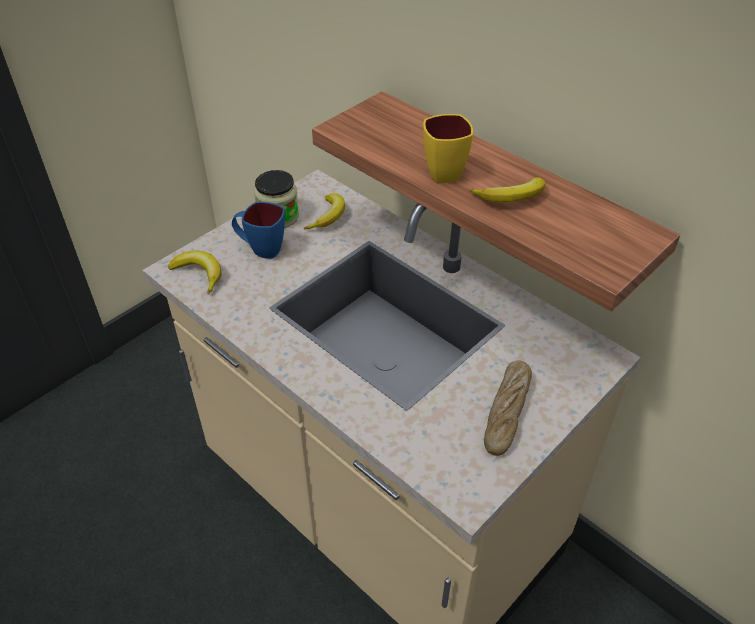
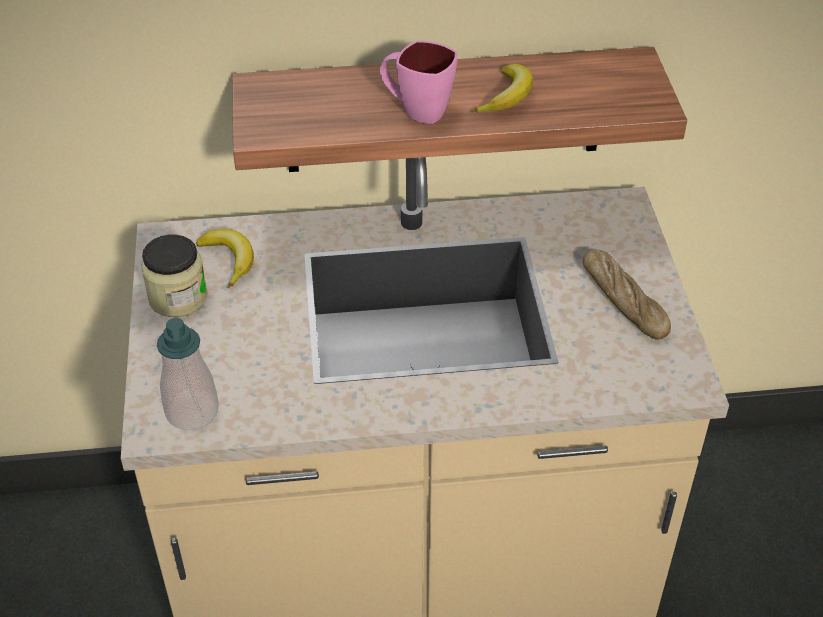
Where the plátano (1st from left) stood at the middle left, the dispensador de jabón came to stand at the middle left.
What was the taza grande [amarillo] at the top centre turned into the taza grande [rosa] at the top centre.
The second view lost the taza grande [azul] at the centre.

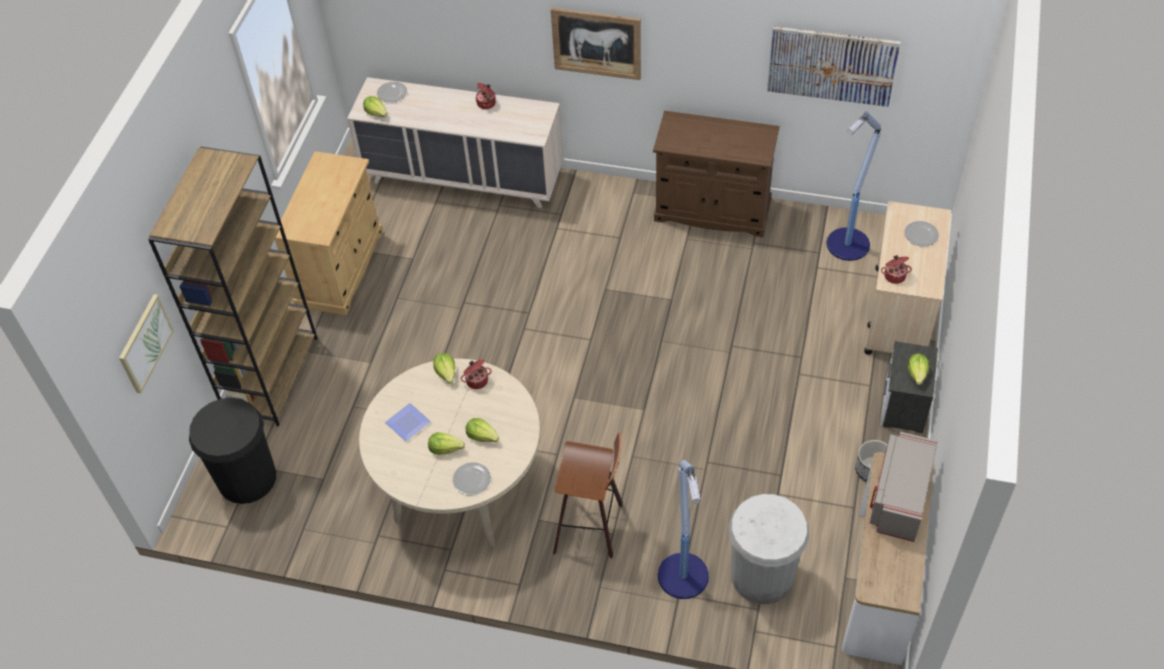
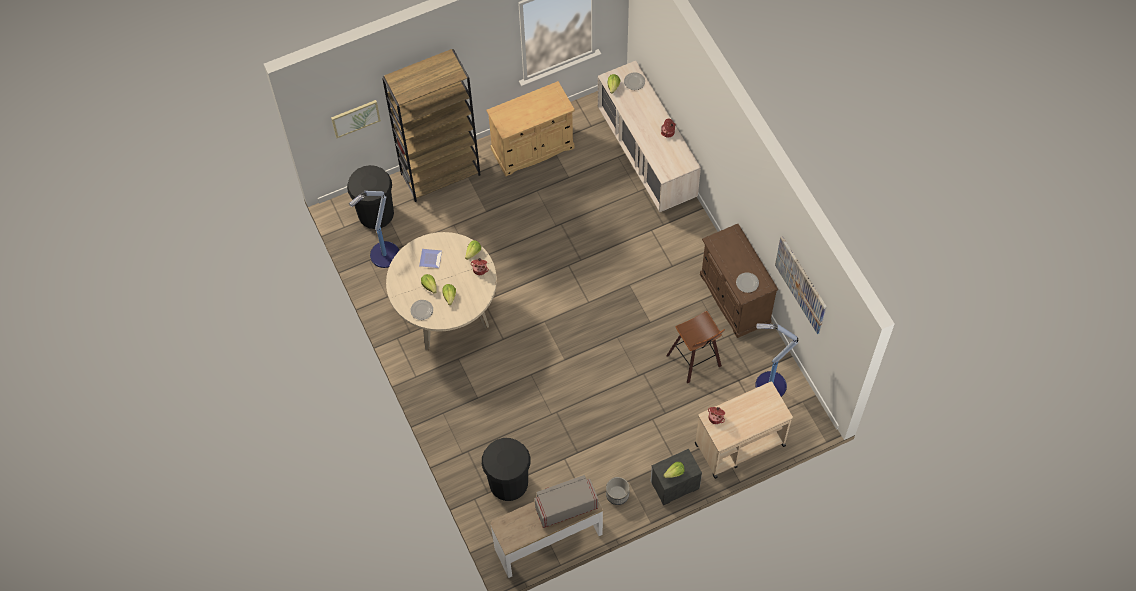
The lámpara de pie (1st from left) ended up elsewhere, having gone from the bottom centre to the middle left.
What was the papelera [blanco] at the bottom centre turned into the papelera [negro] (2nd from left) at the bottom centre.
The taburete ended up elsewhere, having gone from the bottom centre to the centre.
The plato (4th from left) ended up elsewhere, having gone from the middle right to the centre.
The second view lost the cuadro (2nd from left) at the top centre.

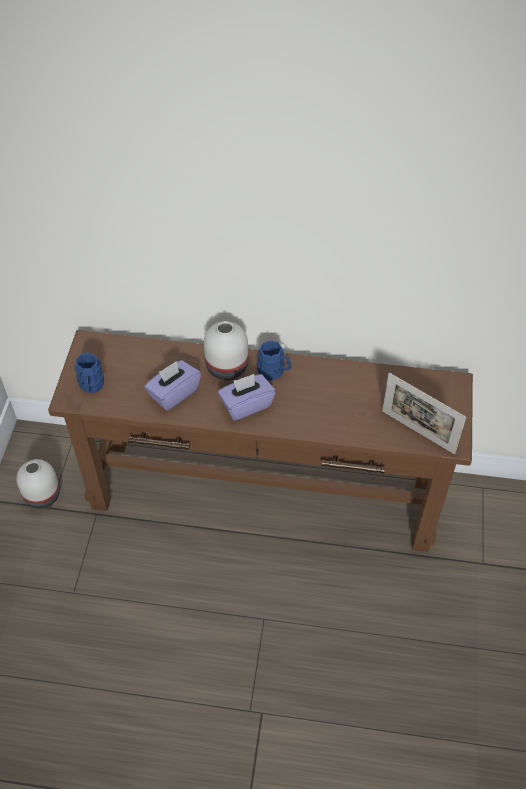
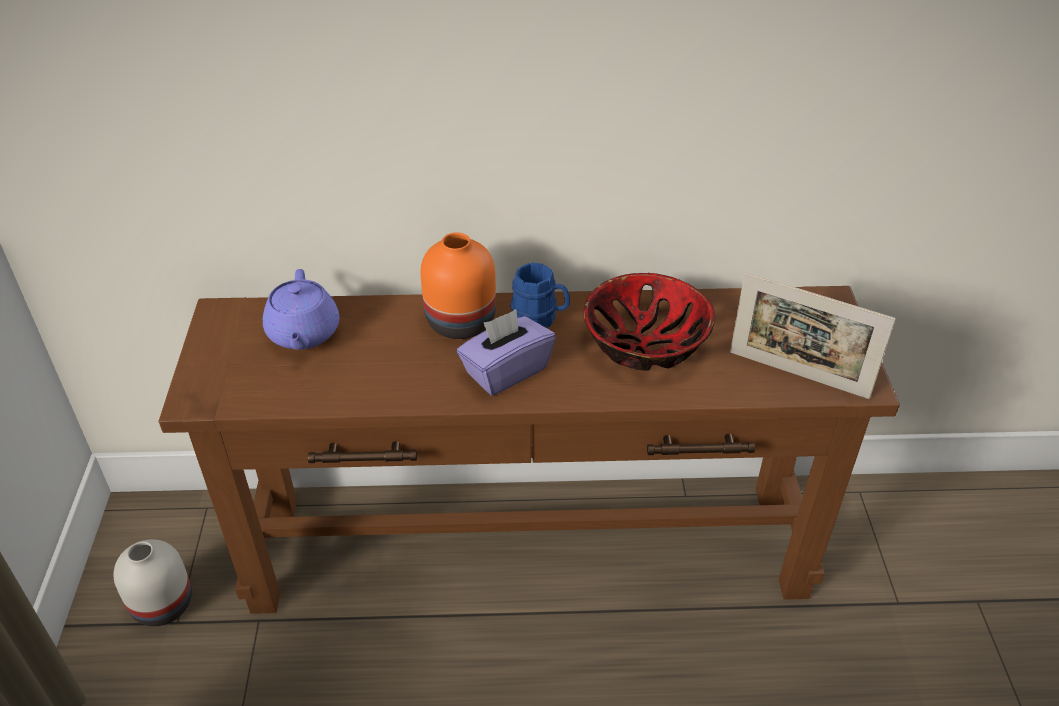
The second view gained the tetera [morado] at the middle left.
What was the florero [blanco] (2nd from left) at the centre turned into the florero [naranja] at the centre.
The second view gained the cuenco at the centre.
The second view lost the taza grande [azul] (1st from left) at the middle left.
The second view lost the caja de pañuelos [morado] (1st from left) at the middle left.

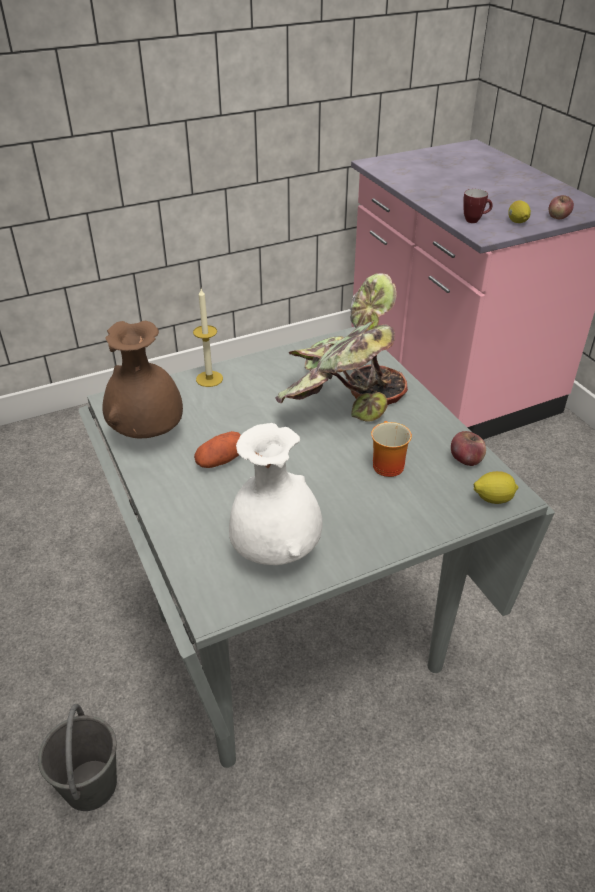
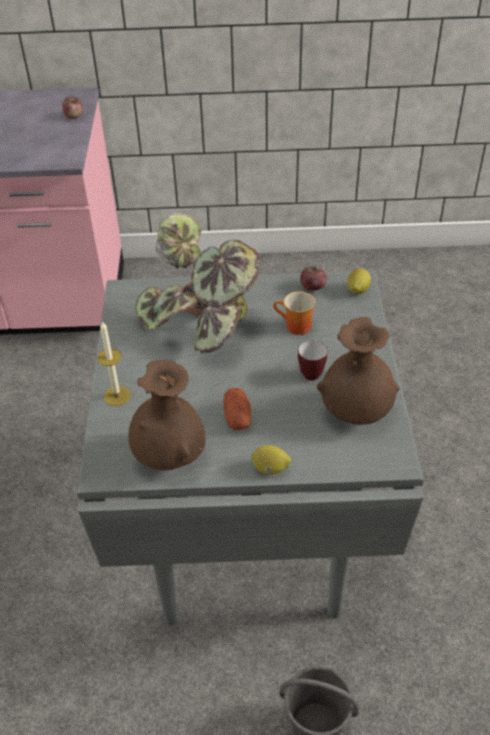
The limón (2nd from left in the first image) ended up elsewhere, having gone from the top right to the centre.
The taza grande (2nd from left) ended up elsewhere, having gone from the top right to the centre.
What was the florero [blanco] at the centre turned into the florero [marrón] (2nd from left) at the middle right.

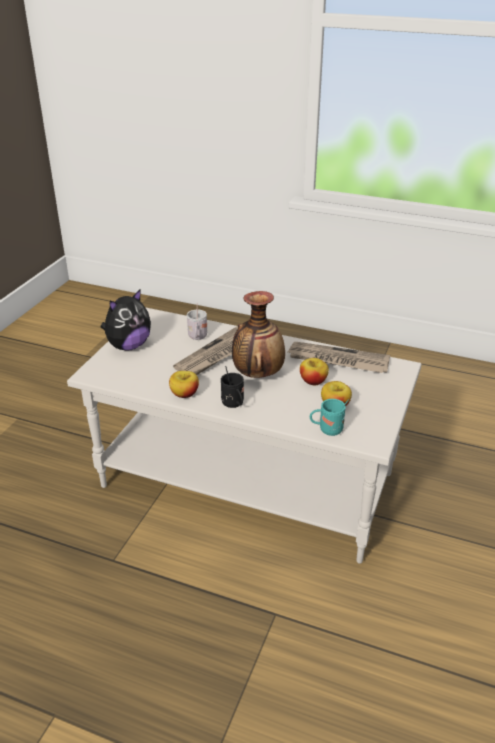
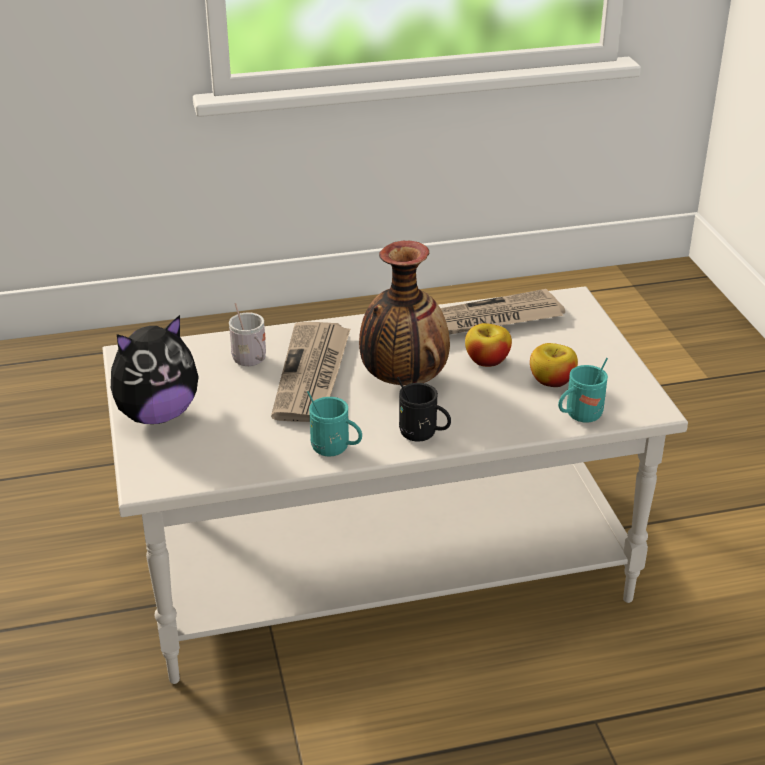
The peluche at the middle left ended up facing another way, 45 degrees clockwise from before.
Where the manzana (1st from left) stood at the centre, the taza grande [turquesa] (1st from left) came to stand at the centre.

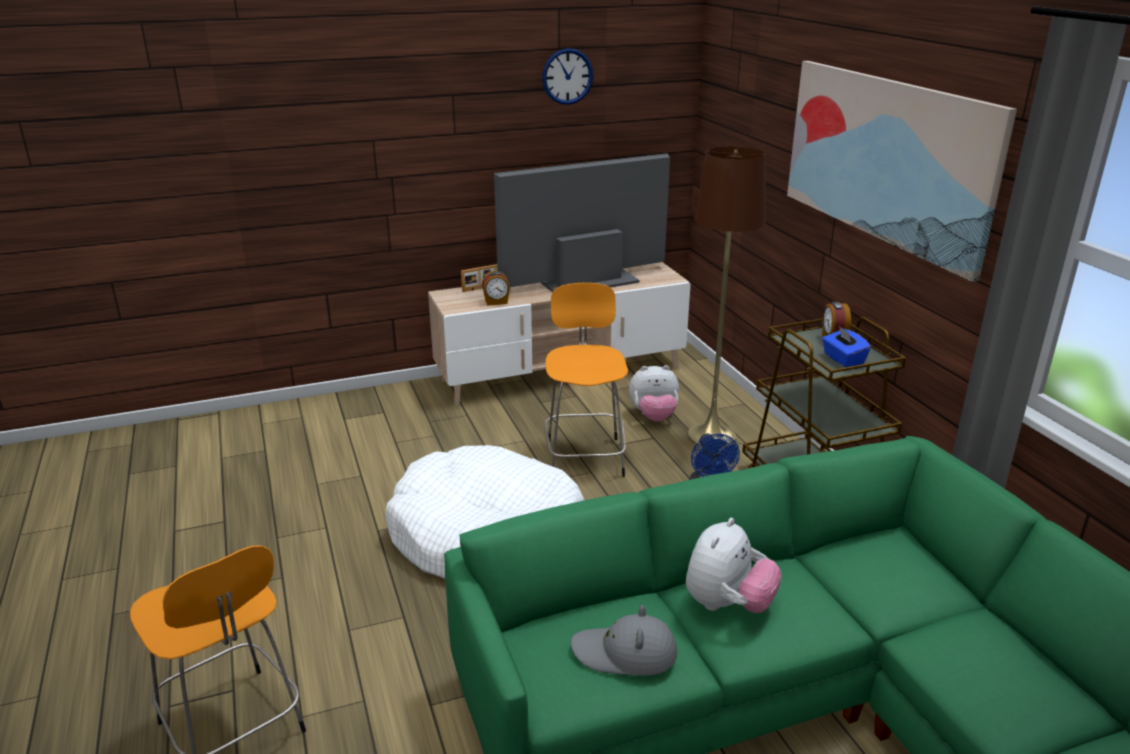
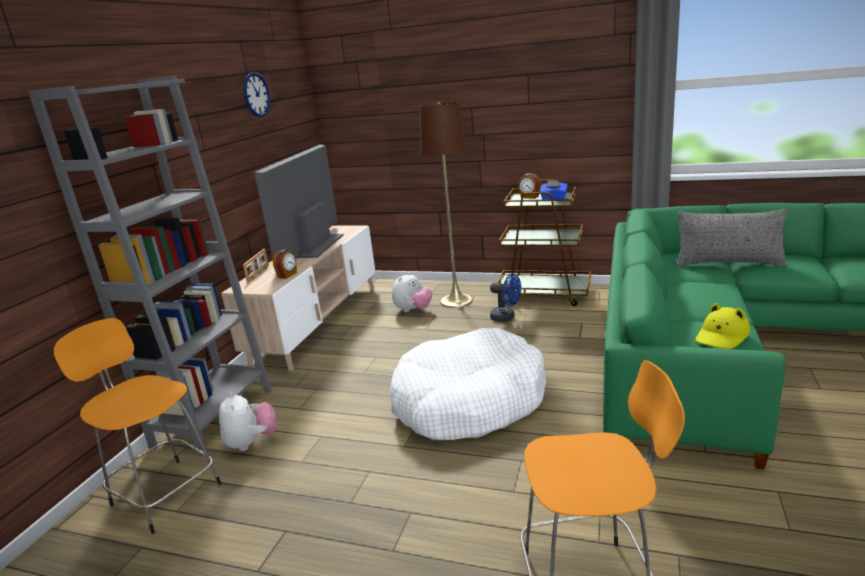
The second view gained the estantería [gris] at the middle left.
The taburete [naranja] (2nd from left in the first image) ended up elsewhere, having gone from the centre to the bottom left.
The peluche (2nd from left in the first image) ended up elsewhere, having gone from the bottom centre to the bottom left.
The second view gained the cojín [gris] at the middle right.
What was the sombrero [gris] at the bottom centre turned into the sombrero [amarillo] at the middle right.
The second view lost the cuadro at the top right.

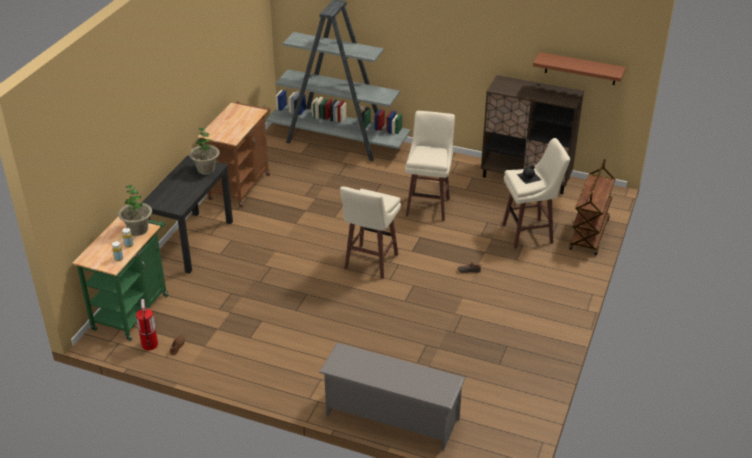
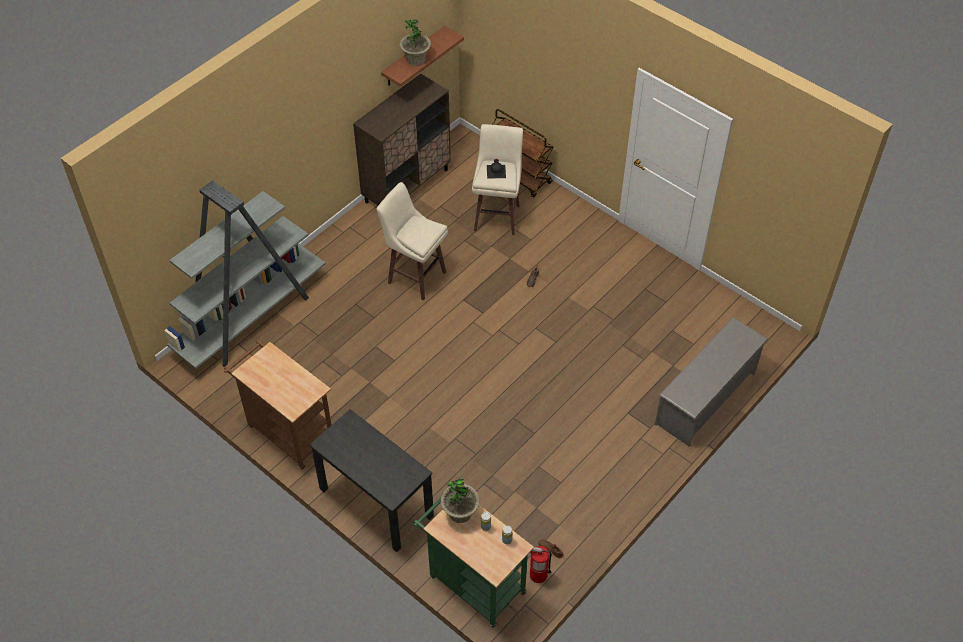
The planta en maceta (2nd from left in the first image) ended up elsewhere, having gone from the top left to the top centre.
The second view lost the taburete [beis] (1st from left) at the centre.

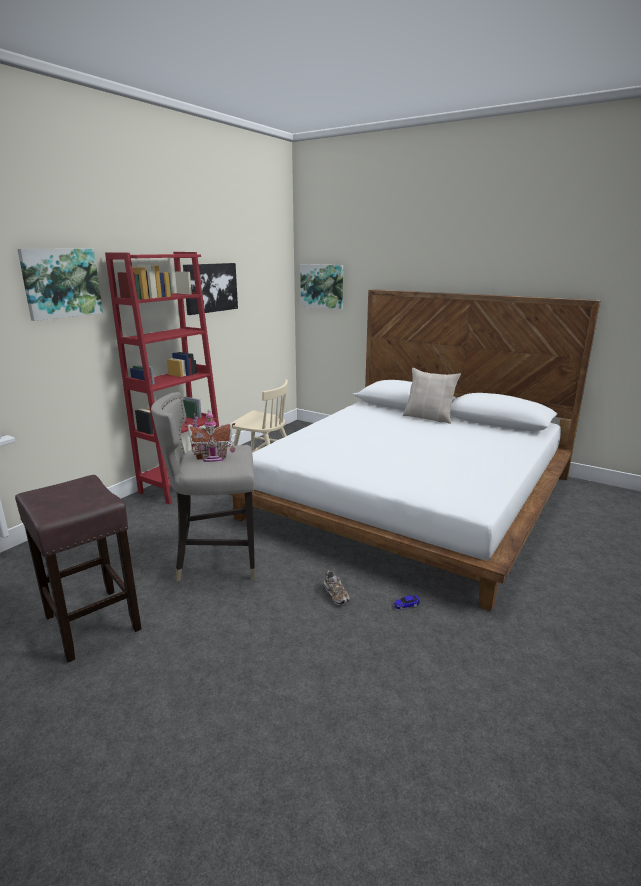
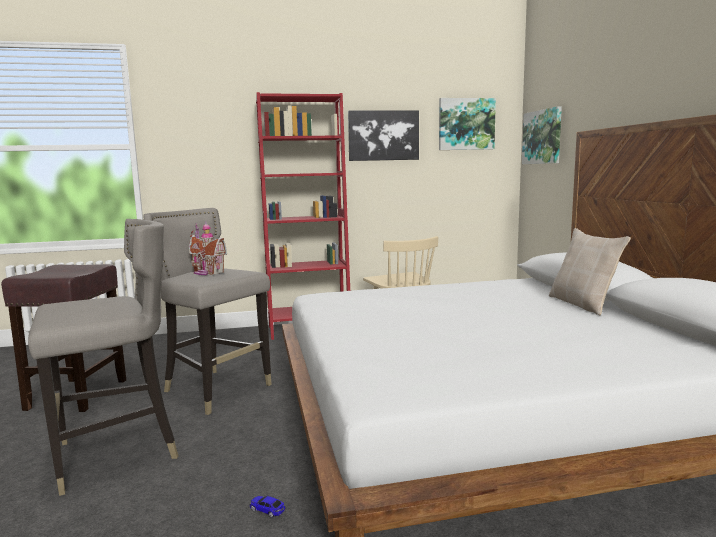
The second view gained the taburete [gris] (1st from left) at the middle left.
The cuadro (1st from left in the first image) ended up elsewhere, having gone from the top left to the top centre.
The second view lost the zapato at the centre.

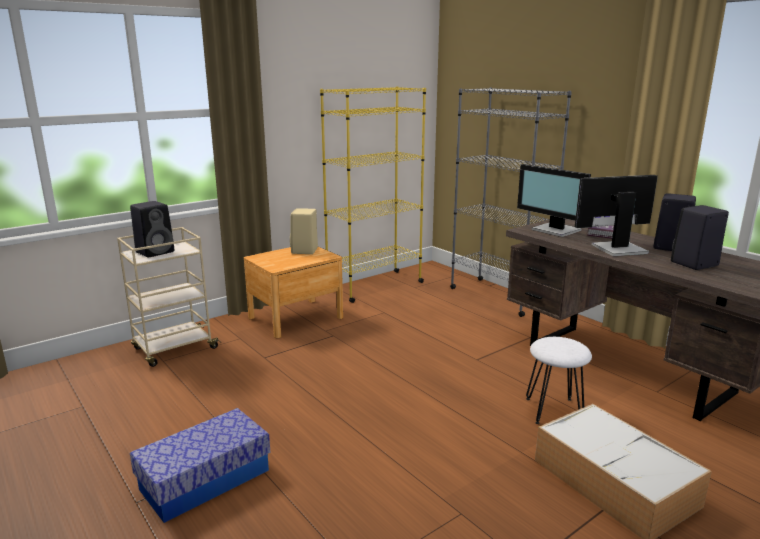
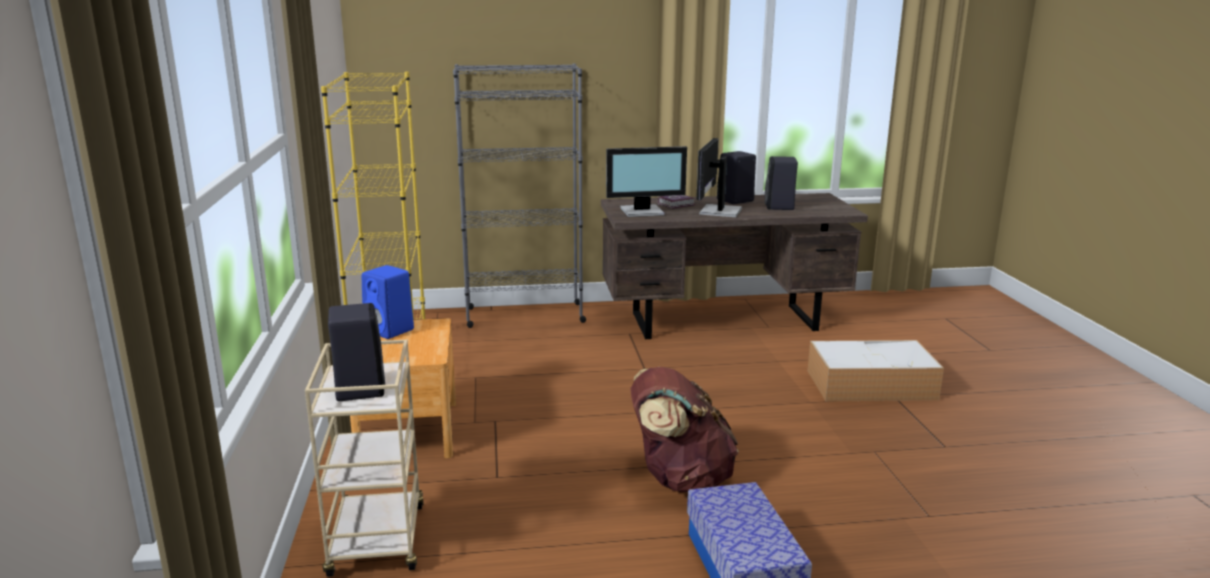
What was the altavoz [beis] at the centre turned into the altavoz [azul] at the middle left.
The second view gained the mochila [marrón] at the bottom centre.
The second view lost the taburete [blanco] at the bottom right.

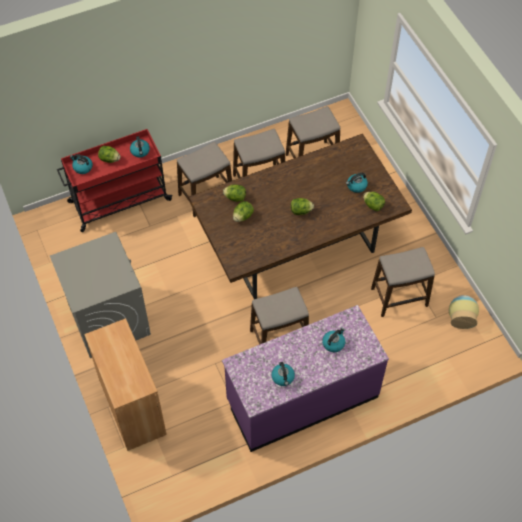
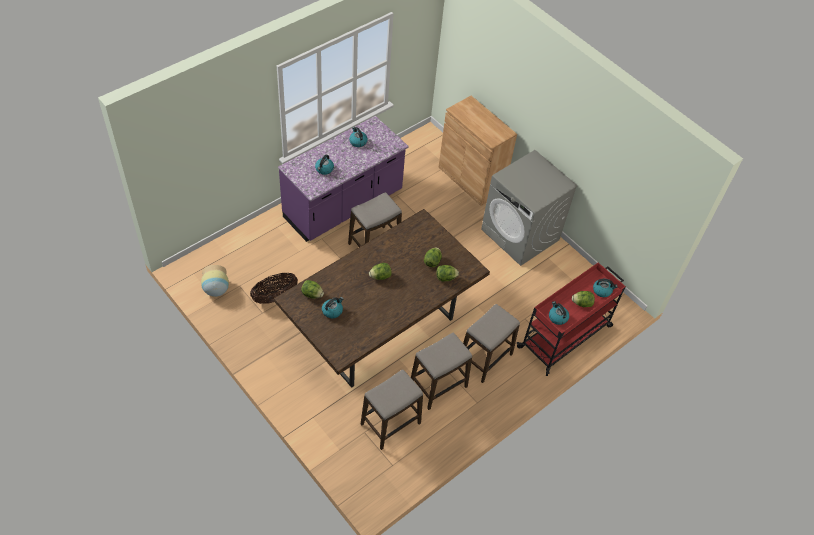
Where the taburete (5th from left) stood at the middle right, the cesta came to stand at the centre.

